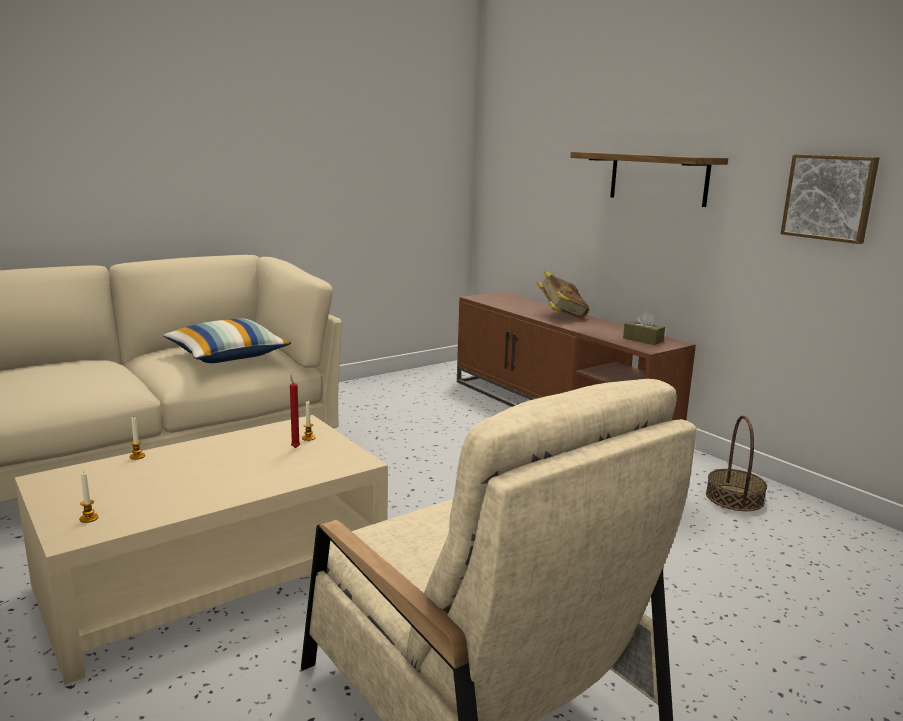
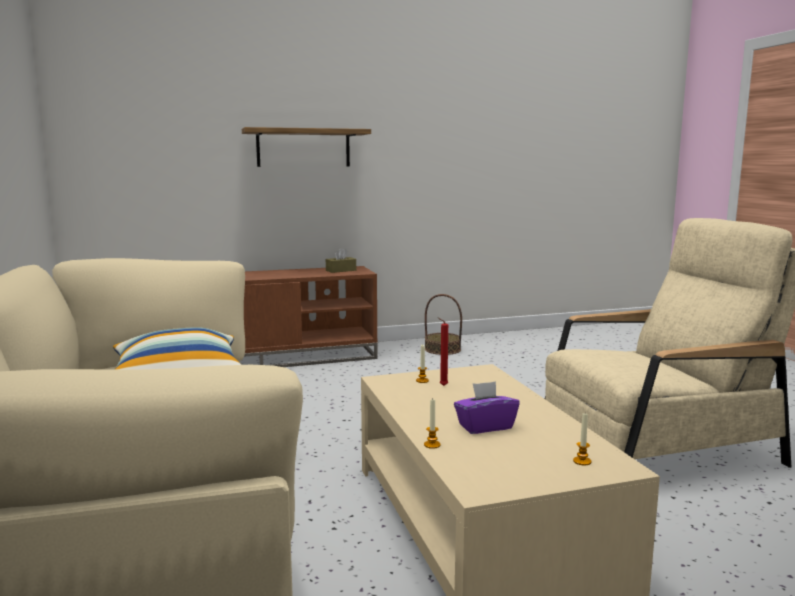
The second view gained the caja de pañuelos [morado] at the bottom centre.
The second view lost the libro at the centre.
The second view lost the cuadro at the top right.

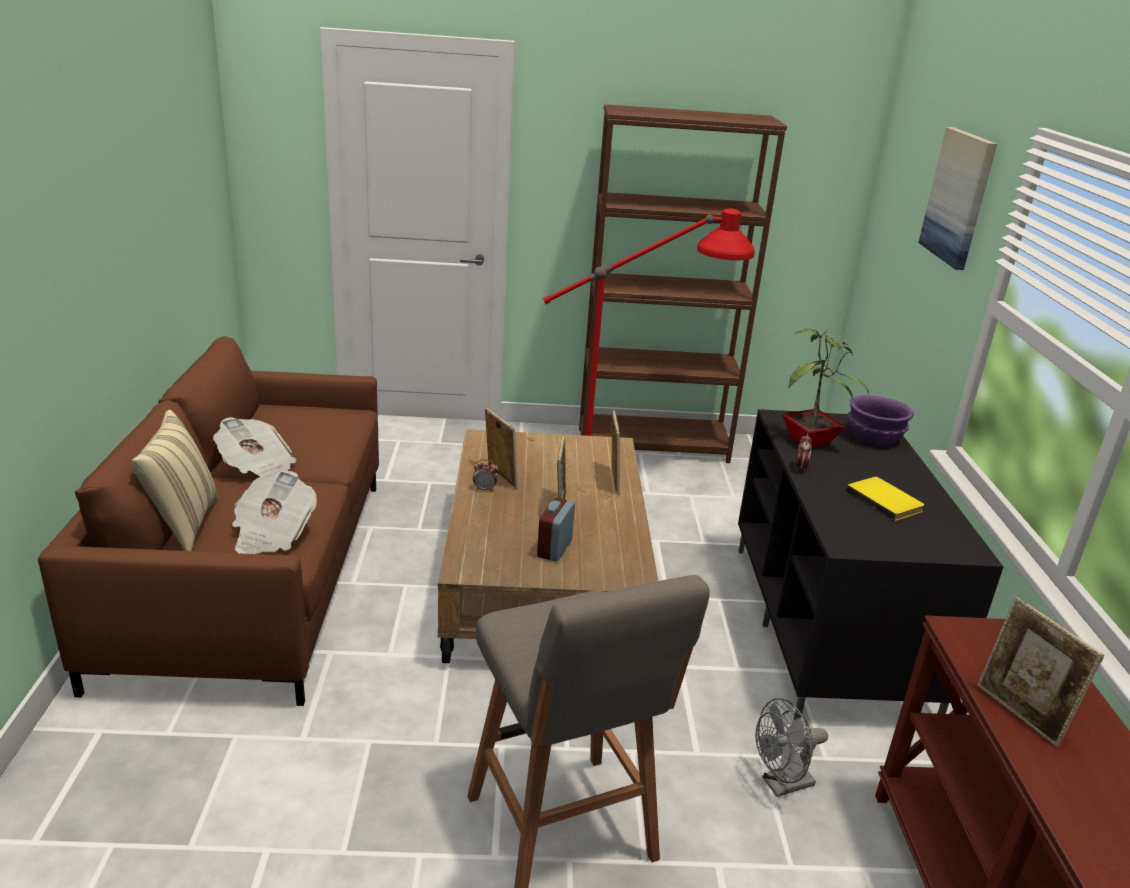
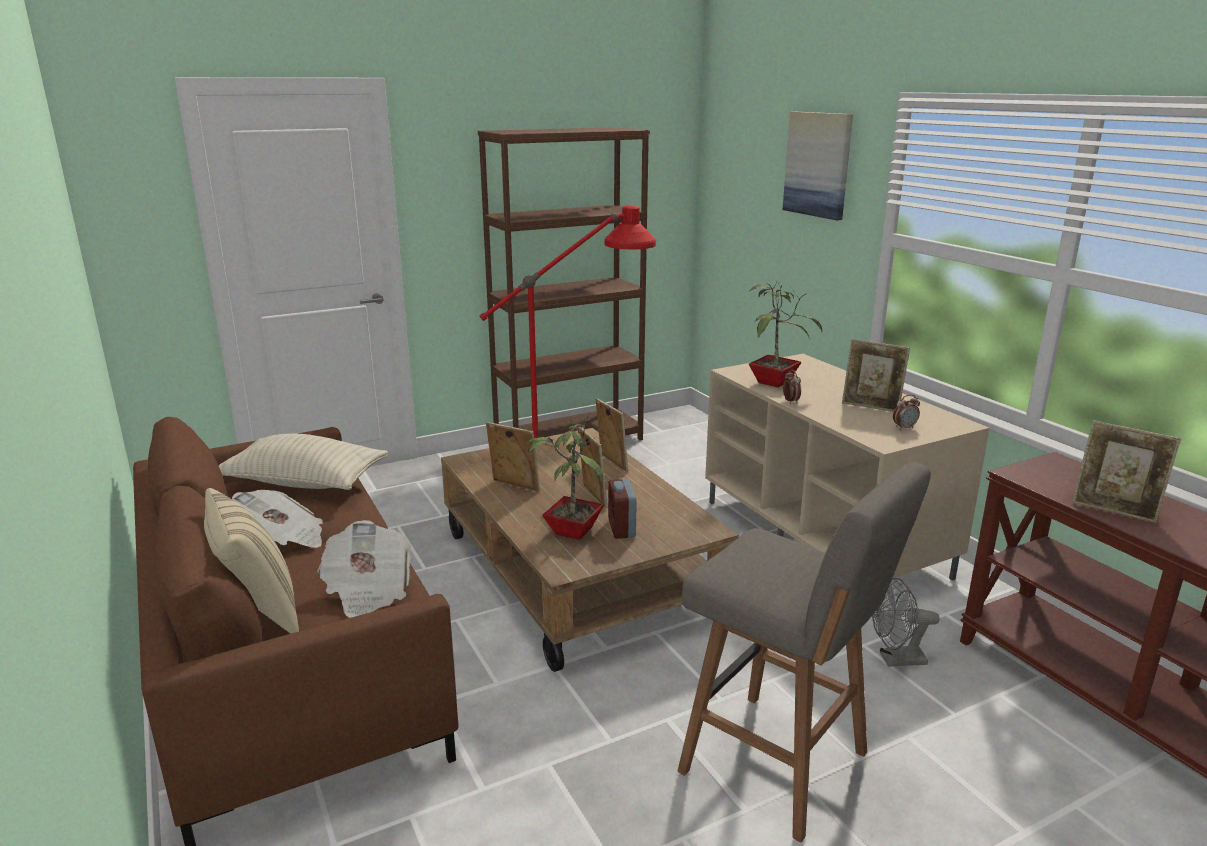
The second view gained the cojín [beis] (2nd from left) at the middle left.
The second view gained the planta en maceta (1st from left) at the centre.
What was the mueble de televisión [negro] at the middle right turned into the mueble de televisión [beis] at the middle right.
Where the libro [amarillo] stood at the middle right, the portarretratos (4th from left) came to stand at the middle right.
The ventilador [gris] at the bottom right ended up facing another way, 45 degrees clockwise from before.
The despertador (1st from left in the first image) ended up elsewhere, having gone from the centre to the middle right.
The second view lost the cuenco [morado] at the middle right.

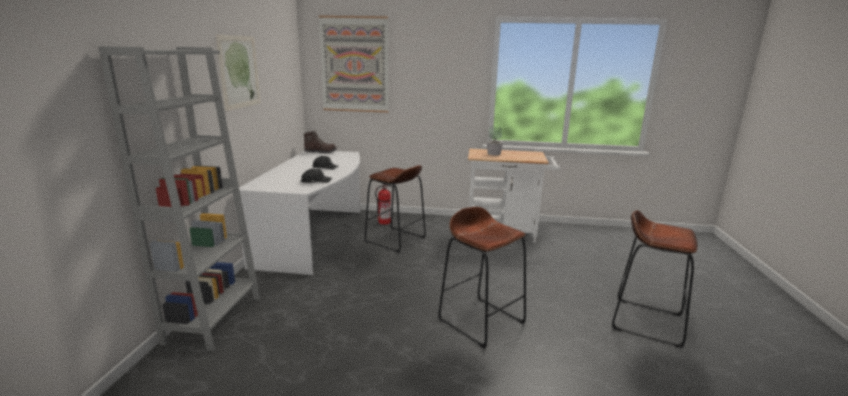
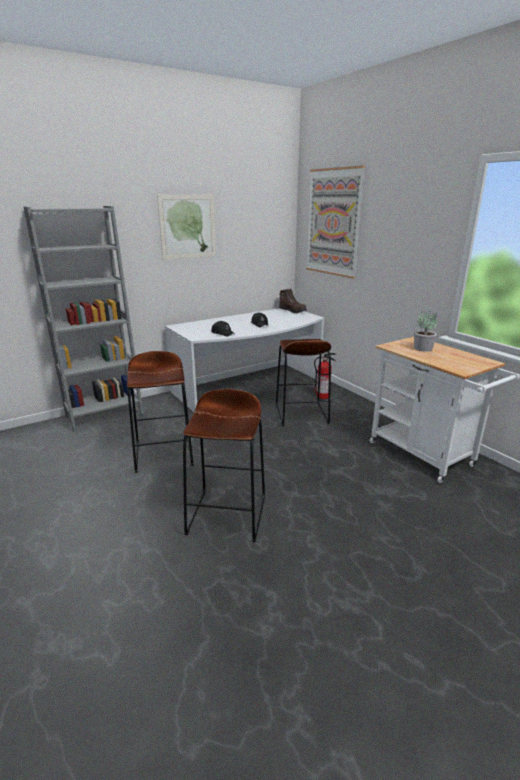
The taburete [marrón] (3rd from left in the first image) ended up elsewhere, having gone from the bottom right to the middle left.

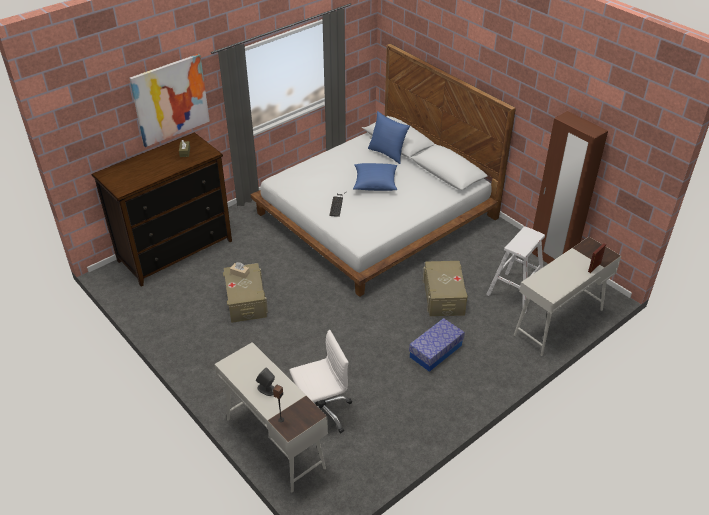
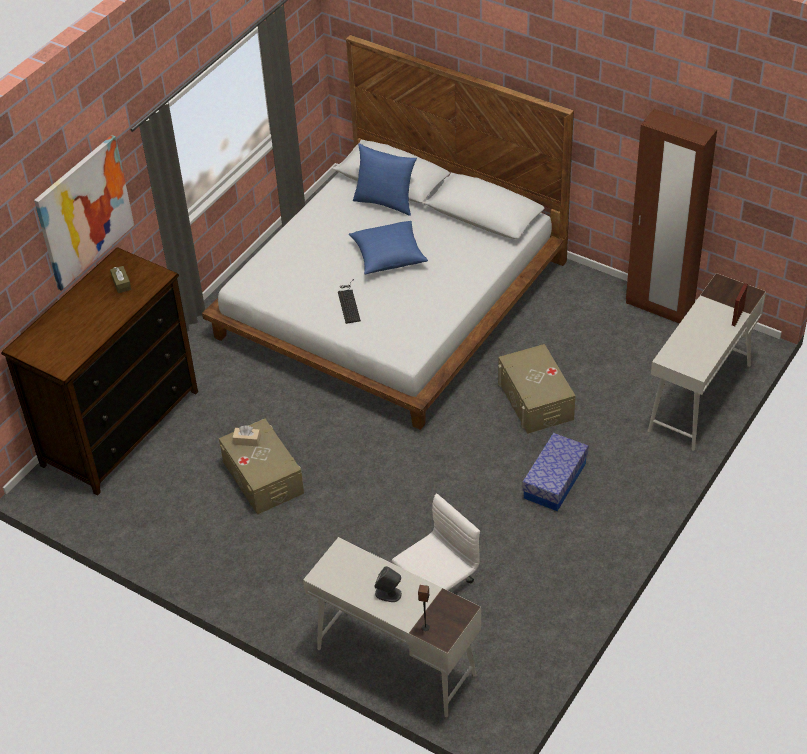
The second view lost the taburete [blanco] at the middle right.

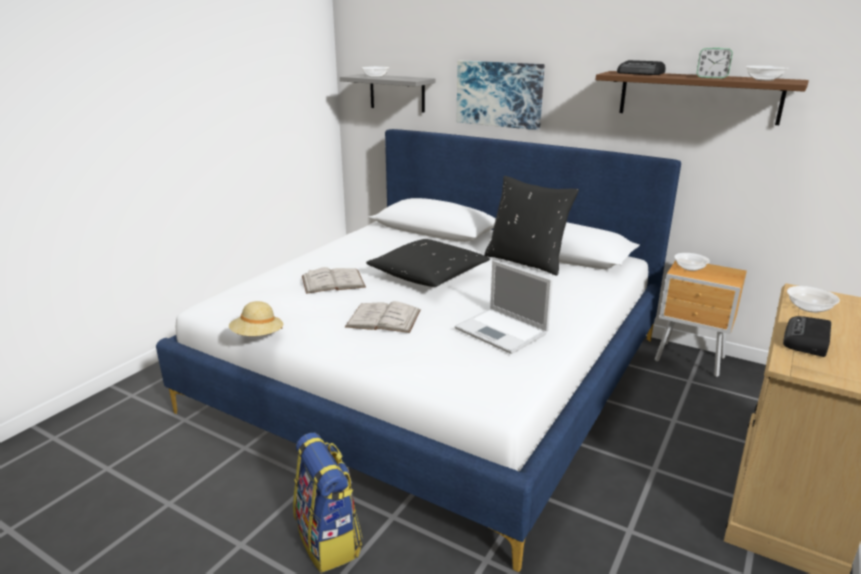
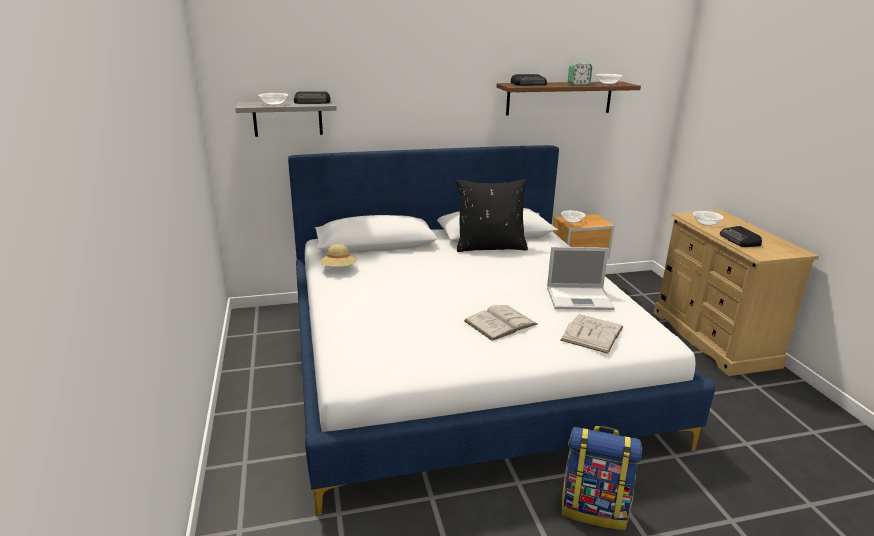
The second view gained the radio (1st from left) at the top centre.
The sombrero [beis] ended up elsewhere, having gone from the middle left to the centre.
The libro [blanco] (1st from left in the first image) ended up elsewhere, having gone from the centre to the middle right.
The second view lost the cojín [negro] (1st from left) at the centre.
The second view lost the cuadro at the top centre.

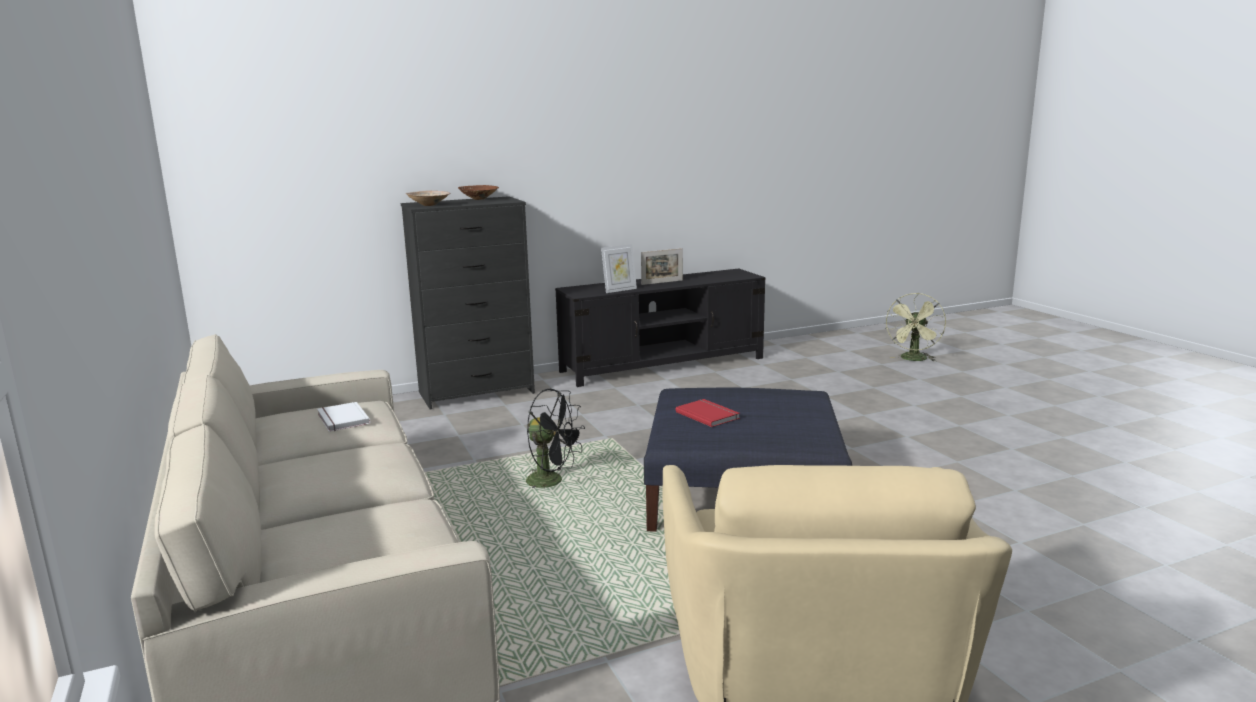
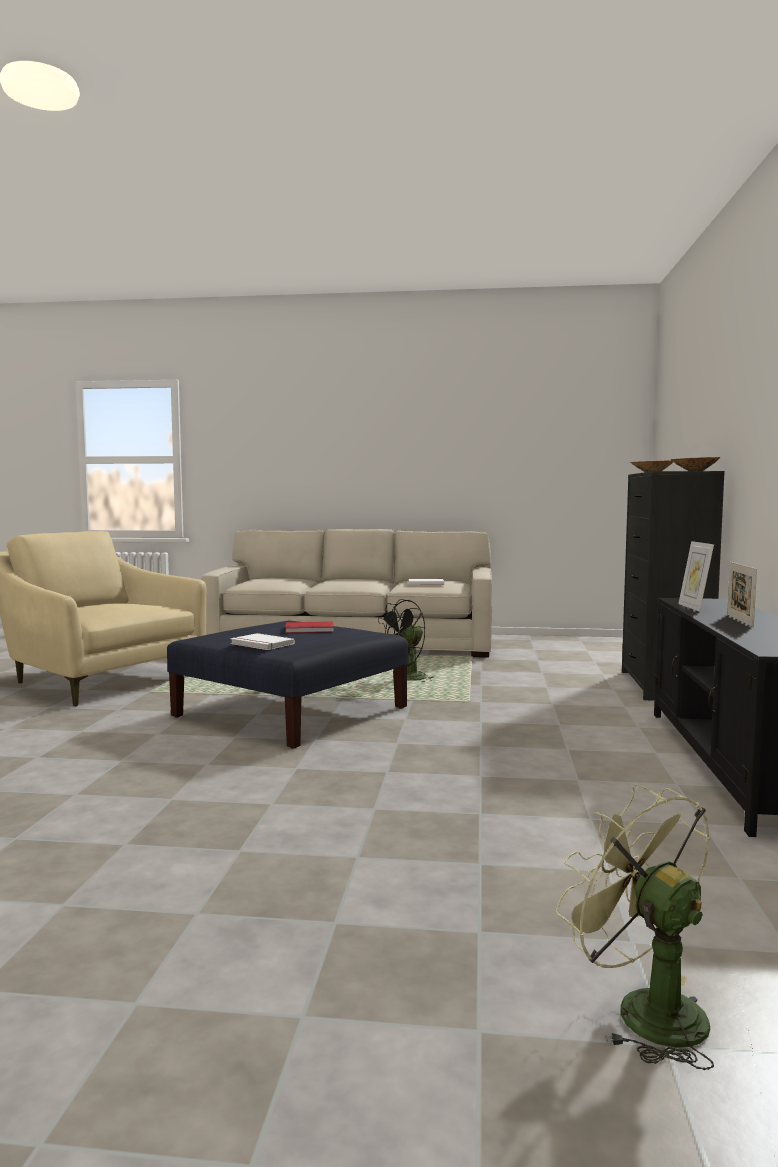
The second view gained the libro [blanco] (1st from left) at the centre.

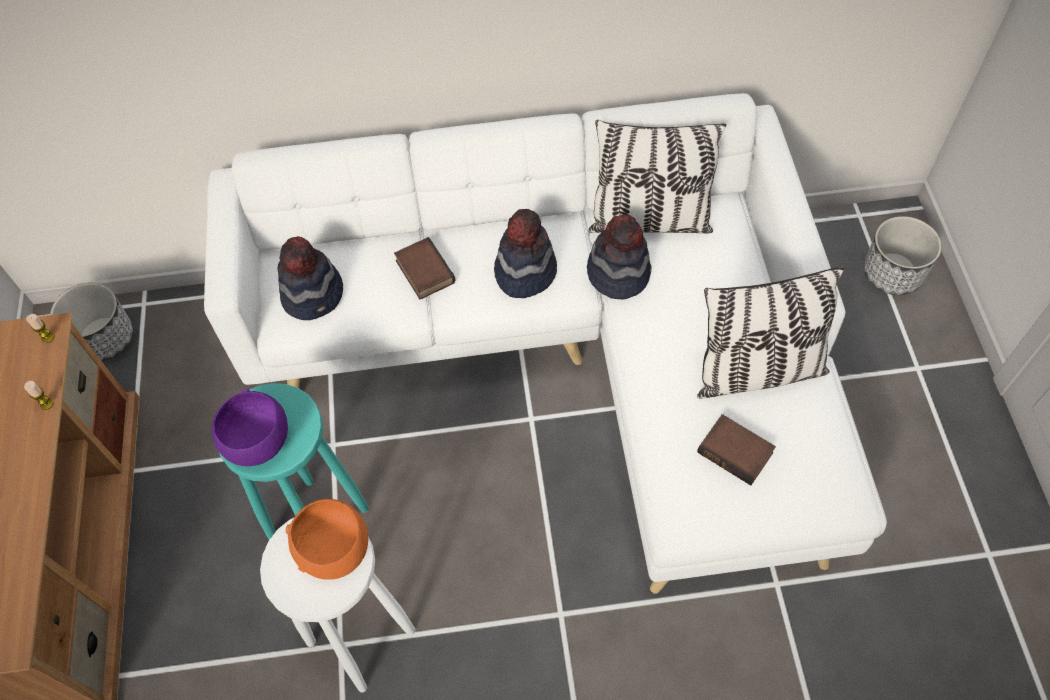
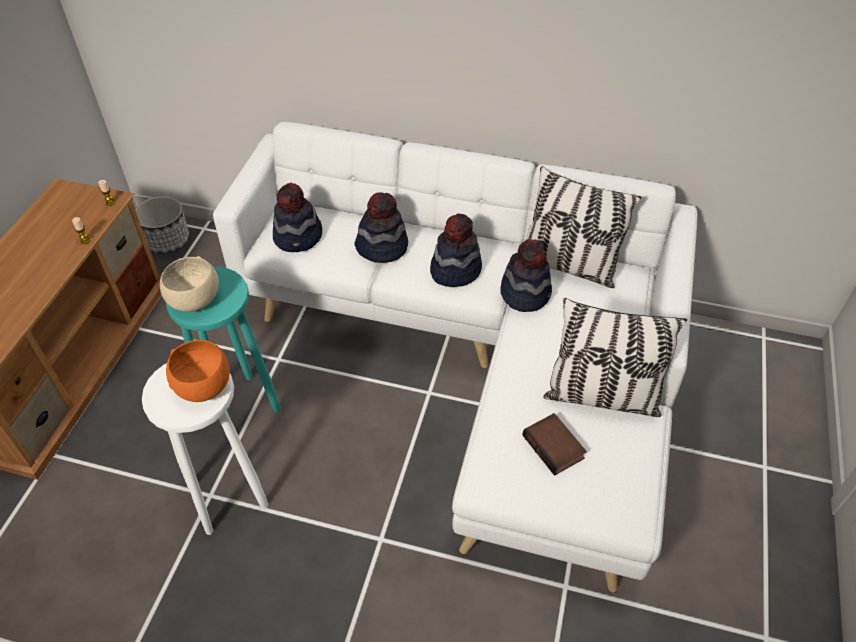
What was the cuenco [morado] at the middle left turned into the cuenco [beis] at the middle left.
Where the libro (1st from left) stood at the centre, the sombrero (2nd from left) came to stand at the centre.
The second view lost the maceta (2nd from left) at the middle right.

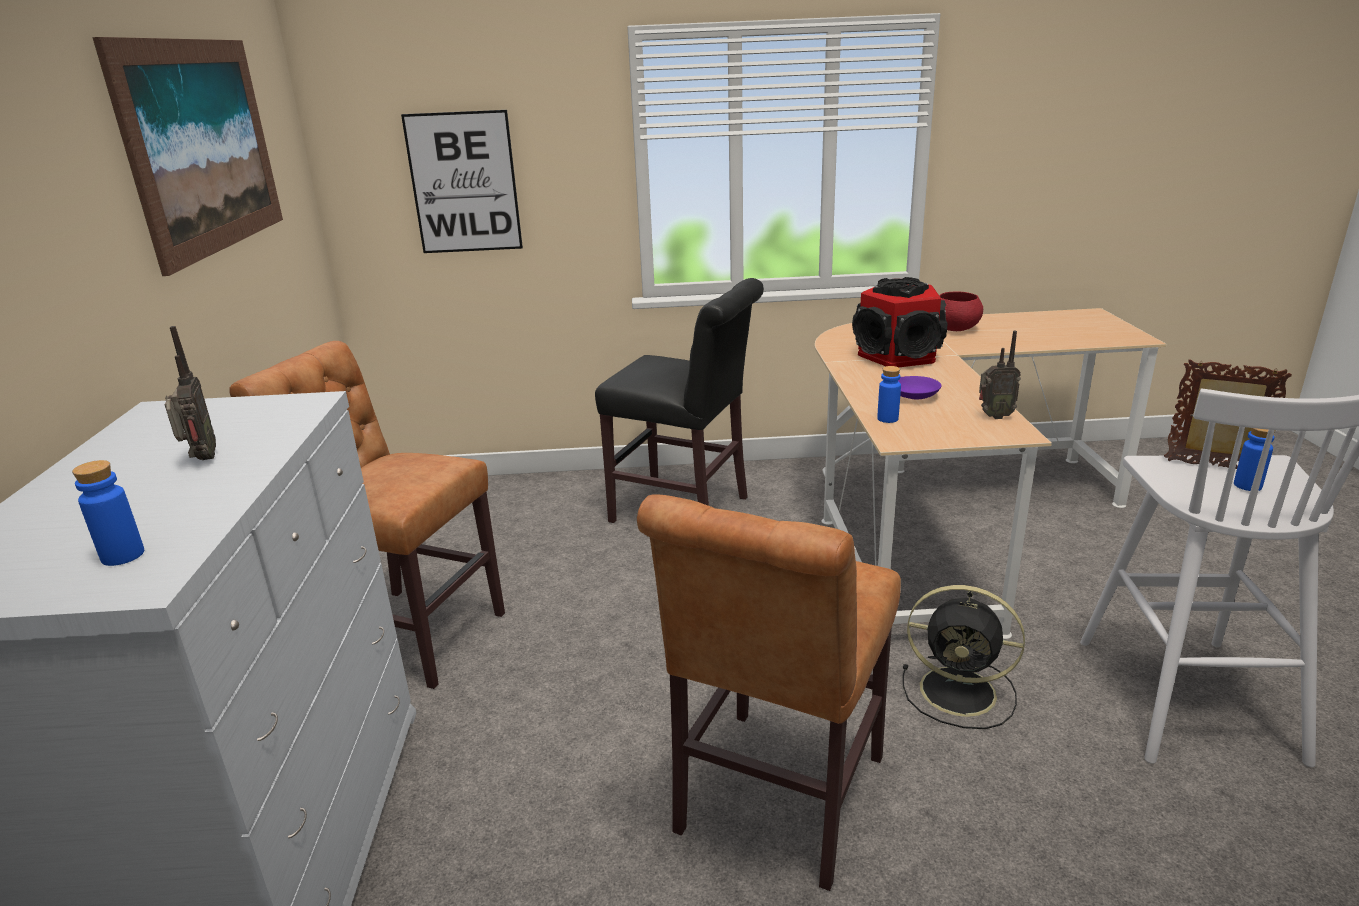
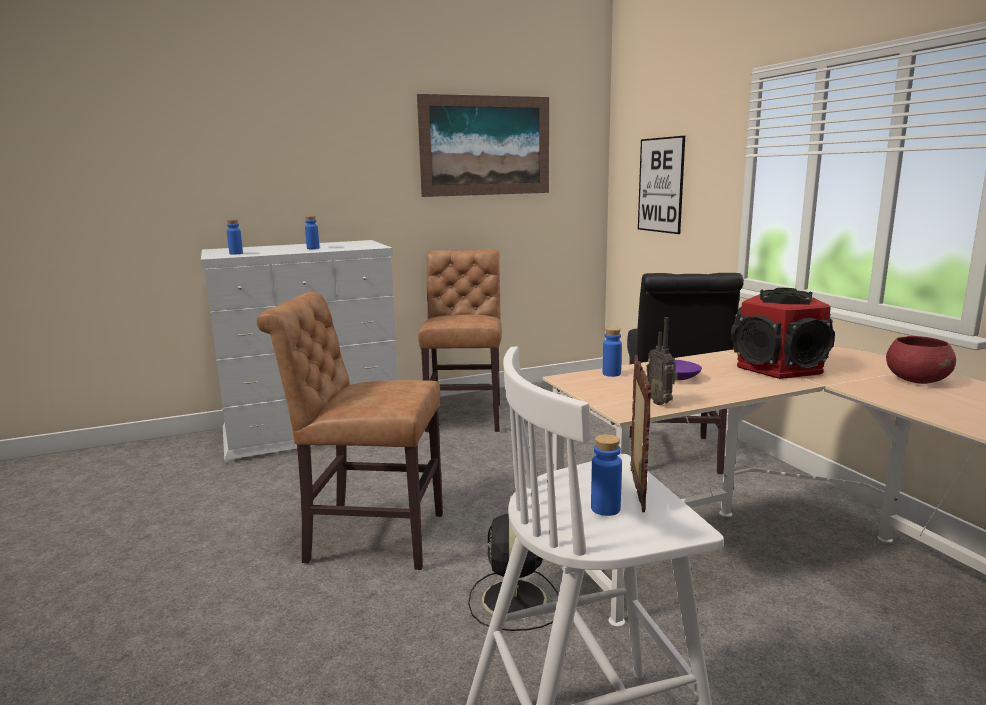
Where the radio (1st from left) stood at the middle left, the botella [azul] (2nd from left) came to stand at the top left.

